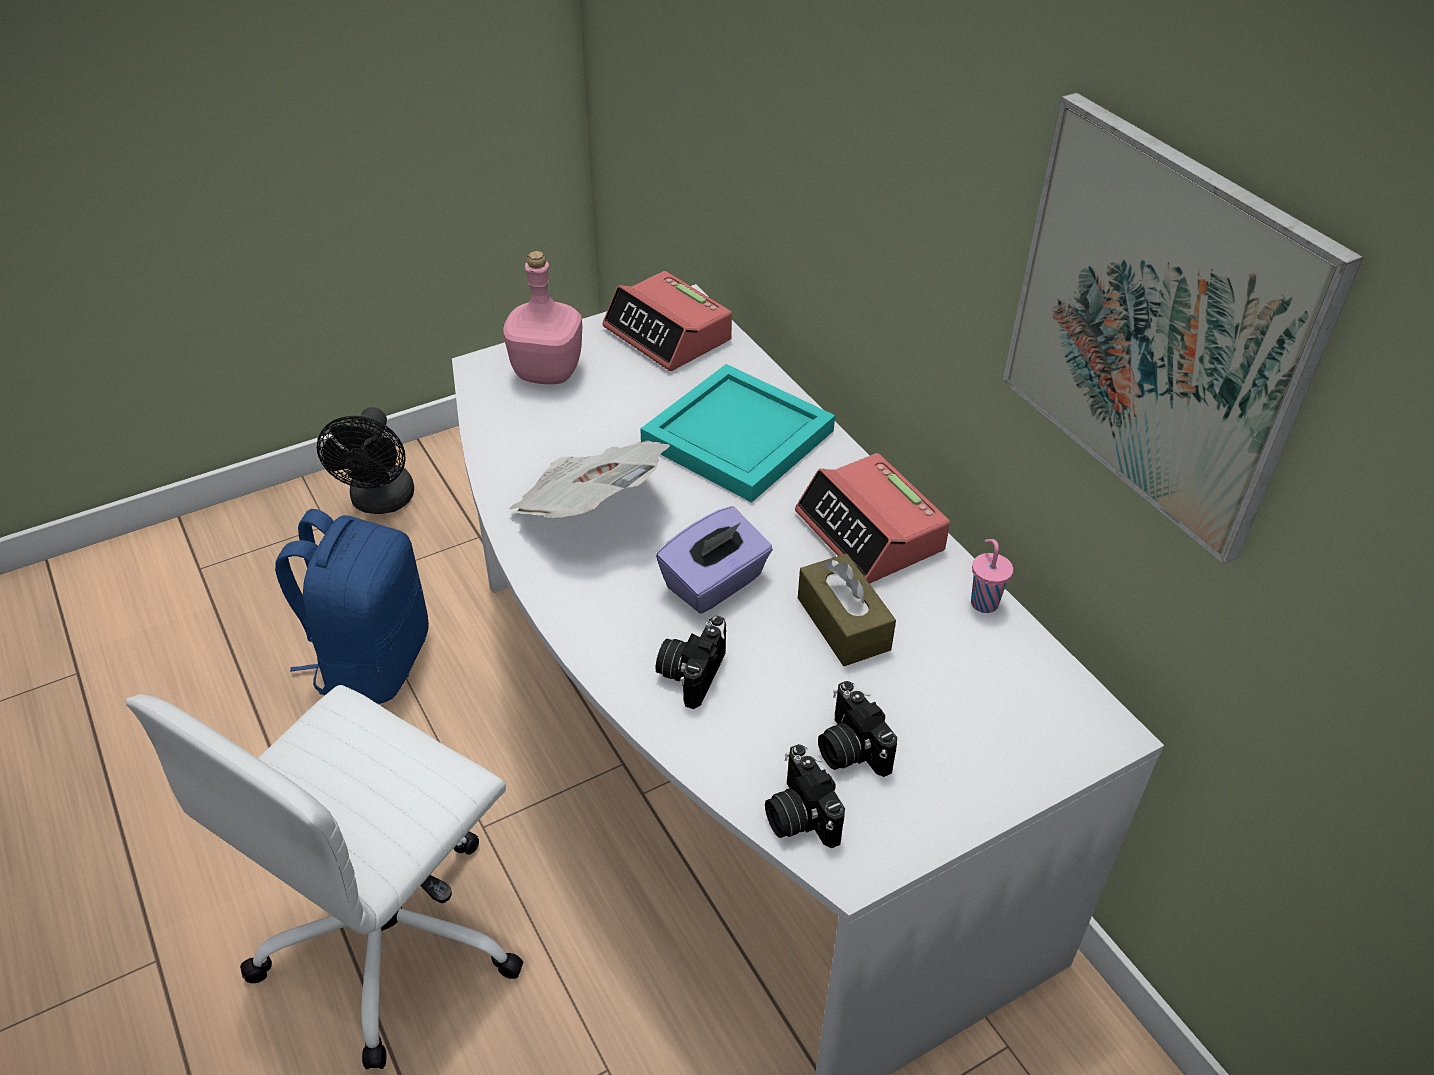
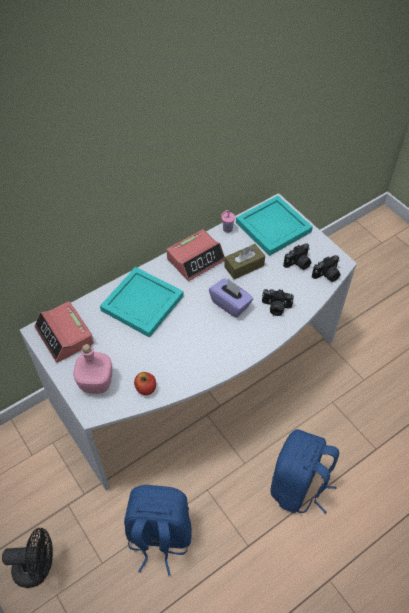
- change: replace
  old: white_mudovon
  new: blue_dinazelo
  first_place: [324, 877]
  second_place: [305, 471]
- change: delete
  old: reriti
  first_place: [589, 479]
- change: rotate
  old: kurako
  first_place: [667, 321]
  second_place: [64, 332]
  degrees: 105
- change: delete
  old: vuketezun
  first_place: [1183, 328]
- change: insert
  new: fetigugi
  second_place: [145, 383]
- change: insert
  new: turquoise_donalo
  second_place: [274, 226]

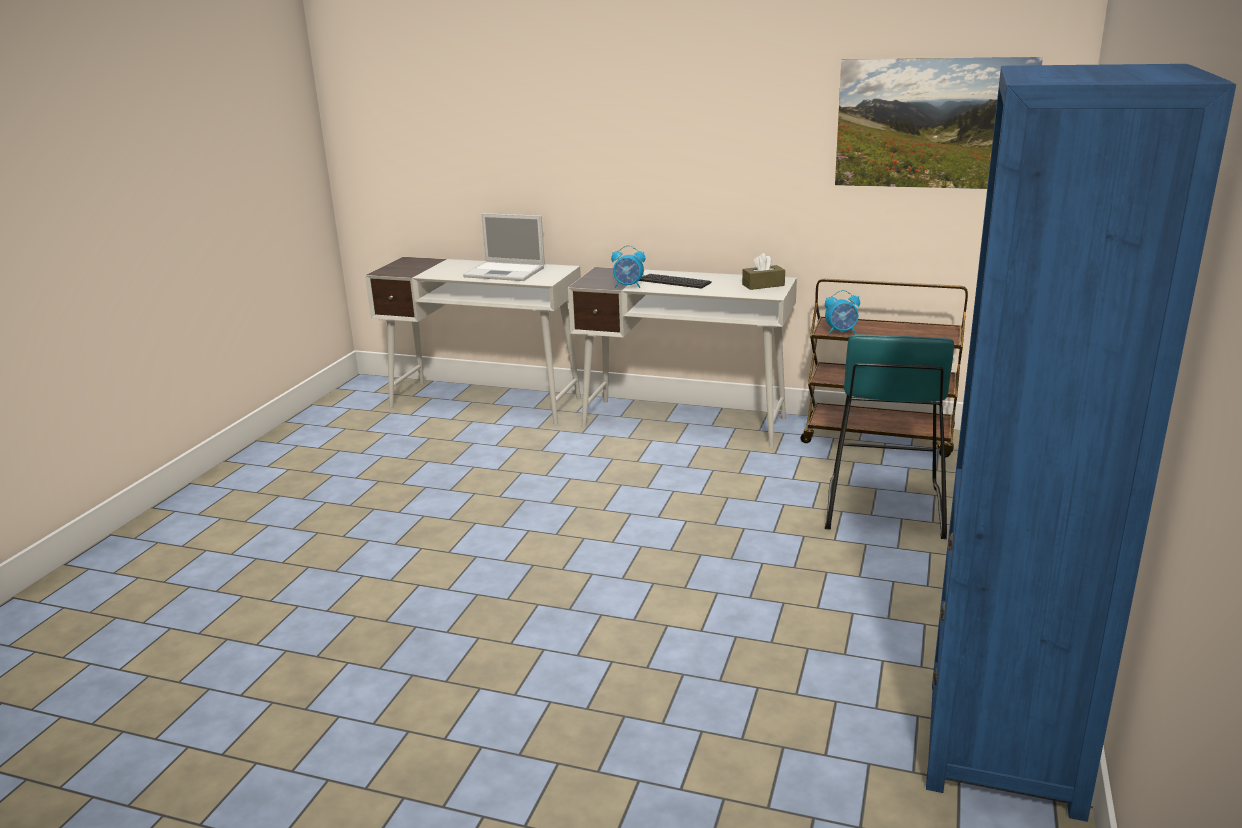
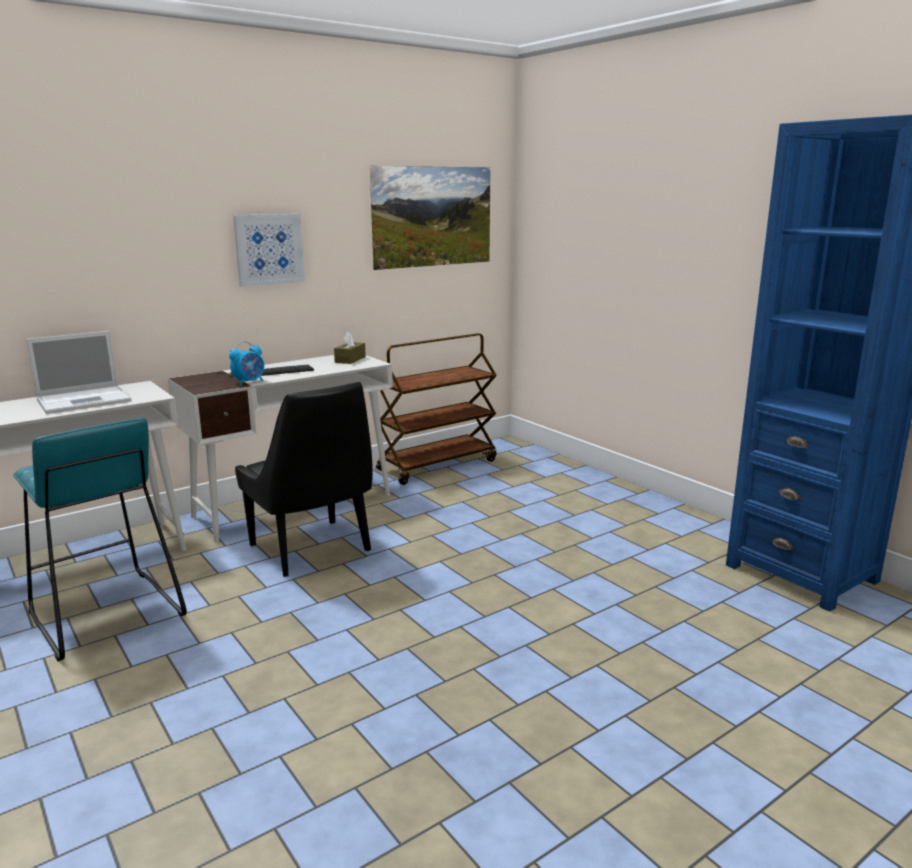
- change: delete
  old: kurako
  first_place: [842, 312]
- change: move
  old: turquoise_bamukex
  first_place: [889, 436]
  second_place: [100, 539]
- change: insert
  new: vuketezun
  second_place: [269, 250]
- change: insert
  new: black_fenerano
  second_place: [304, 479]

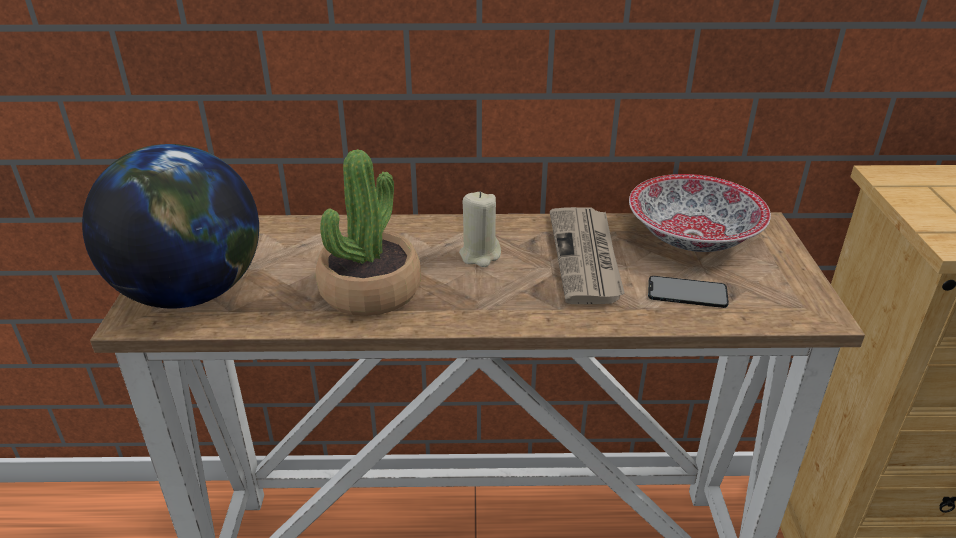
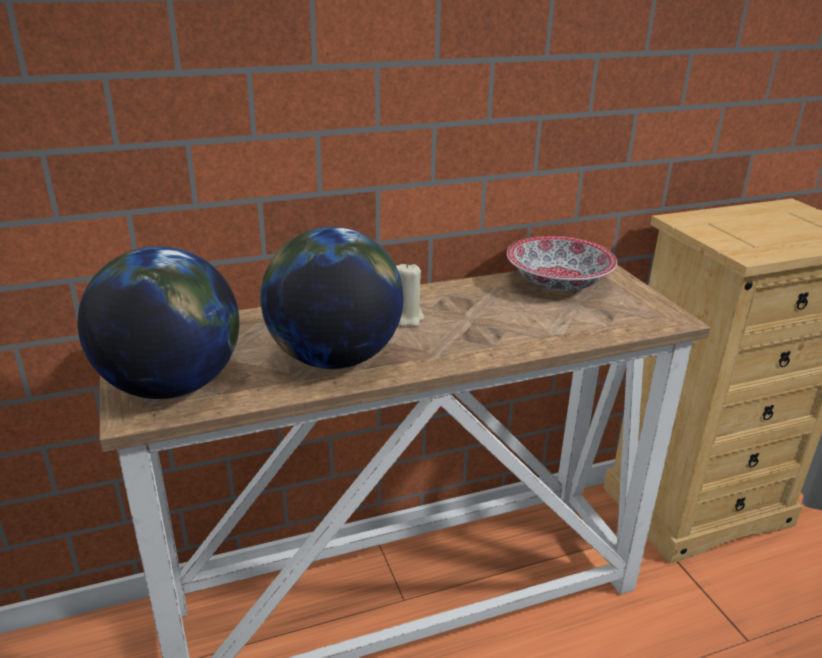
- change: replace
  old: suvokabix
  new: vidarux
  first_place: [368, 232]
  second_place: [331, 298]
- change: delete
  old: reriti
  first_place: [587, 255]
- change: delete
  old: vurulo
  first_place: [688, 292]

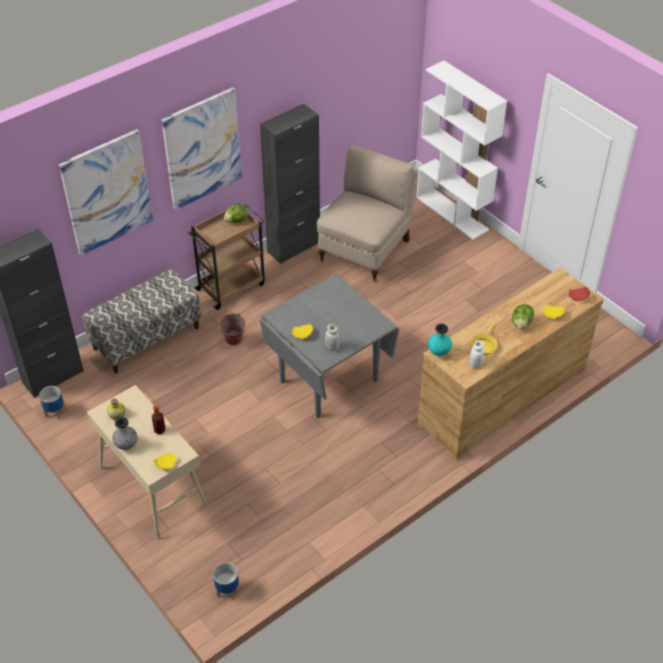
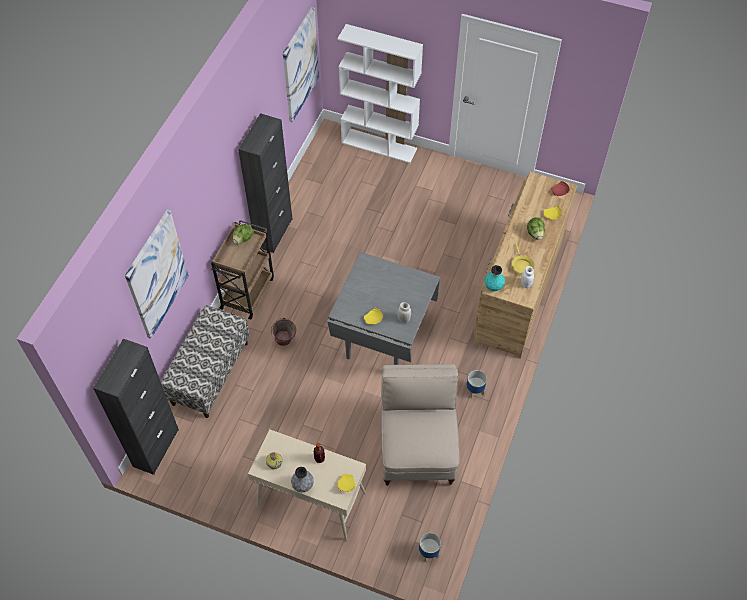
- change: move
  old: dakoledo
  first_place: [52, 403]
  second_place: [476, 384]
- change: move
  old: vuketezun
  first_place: [201, 148]
  second_place: [301, 65]
- change: move
  old: beige_fenerano
  first_place: [367, 214]
  second_place: [420, 425]

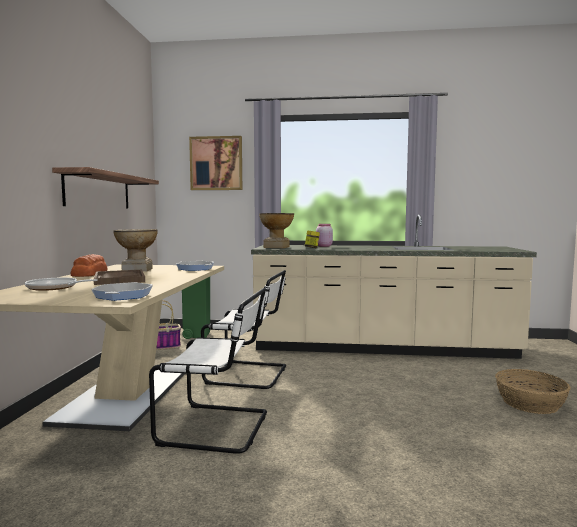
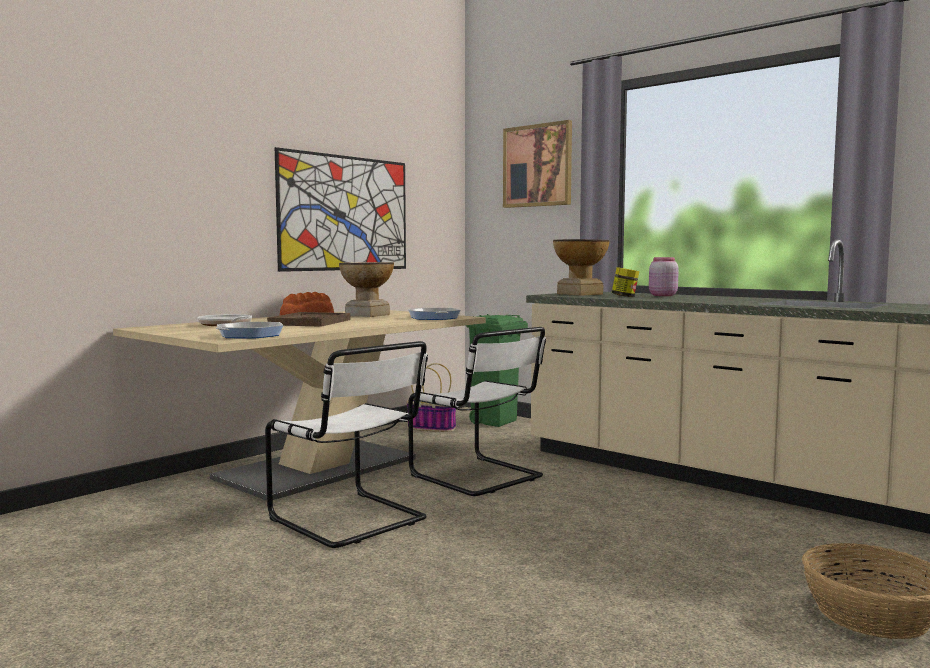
- change: replace
  old: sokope
  new: vuketezun
  first_place: [105, 187]
  second_place: [340, 209]

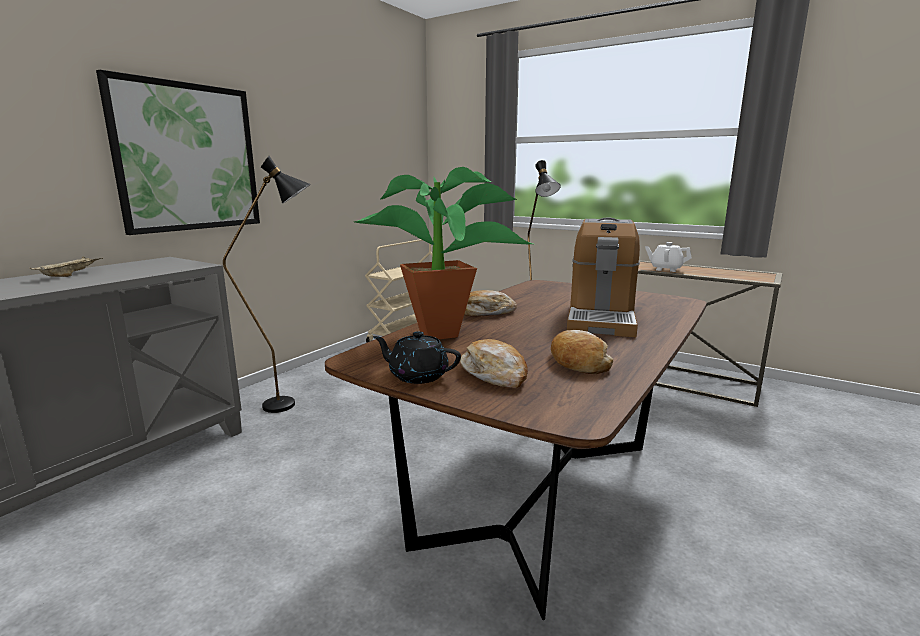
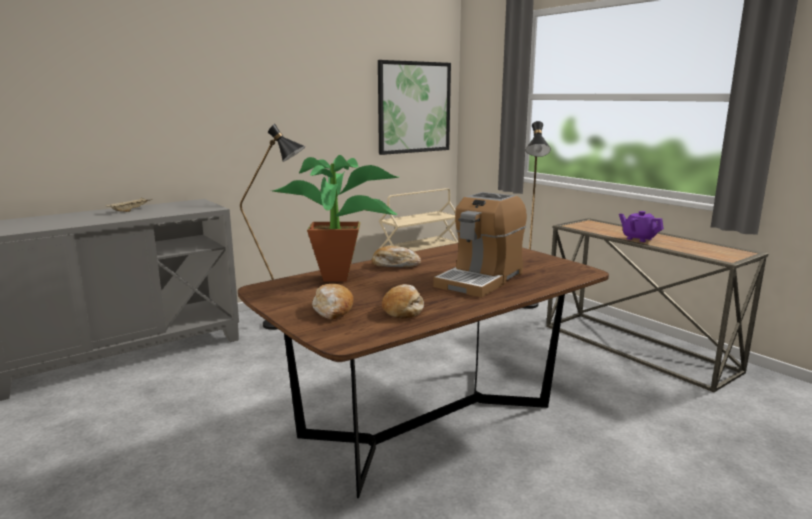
- change: move
  old: vuketezun
  first_place: [178, 152]
  second_place: [414, 107]
- change: delete
  old: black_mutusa
  first_place: [417, 357]
- change: recolor
  old: white_mutusa
  new: purple_mutusa
  first_place: [668, 257]
  second_place: [641, 226]

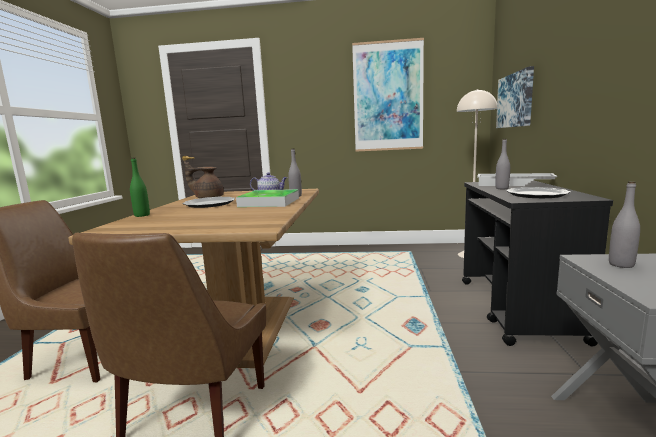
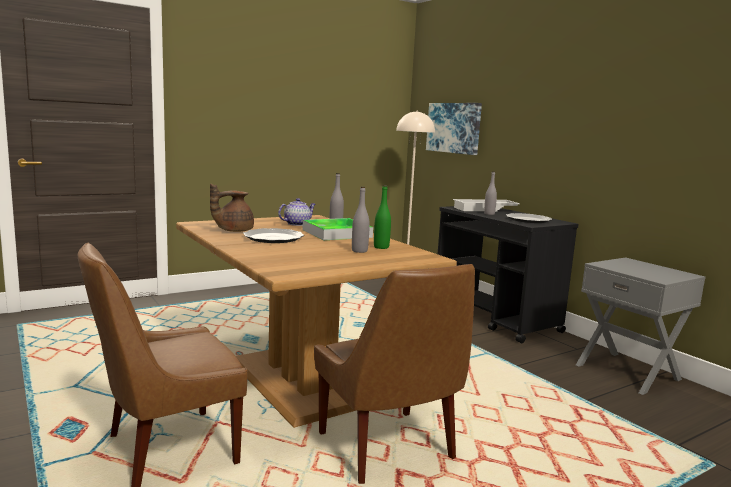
- change: move
  old: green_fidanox
  first_place: [140, 187]
  second_place: [382, 217]
- change: delete
  old: vuketezun
  first_place: [388, 94]
- change: move
  old: grey_fidanox
  first_place: [624, 224]
  second_place: [361, 219]

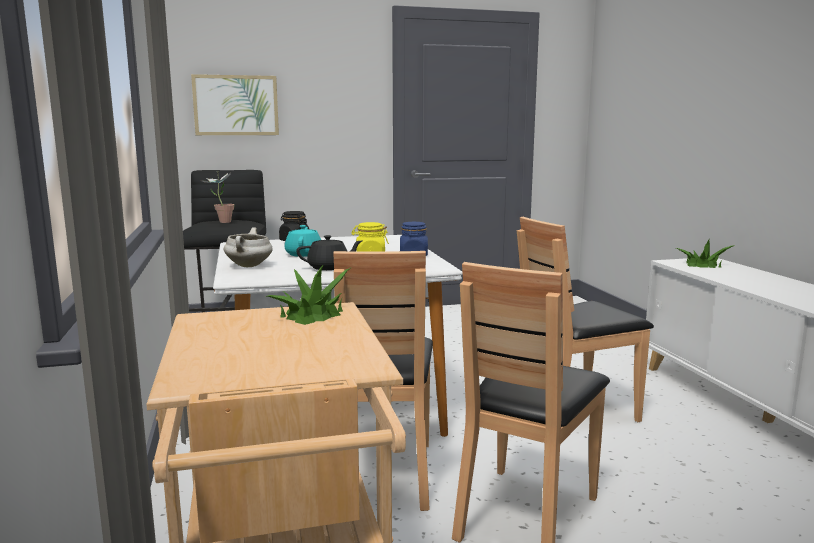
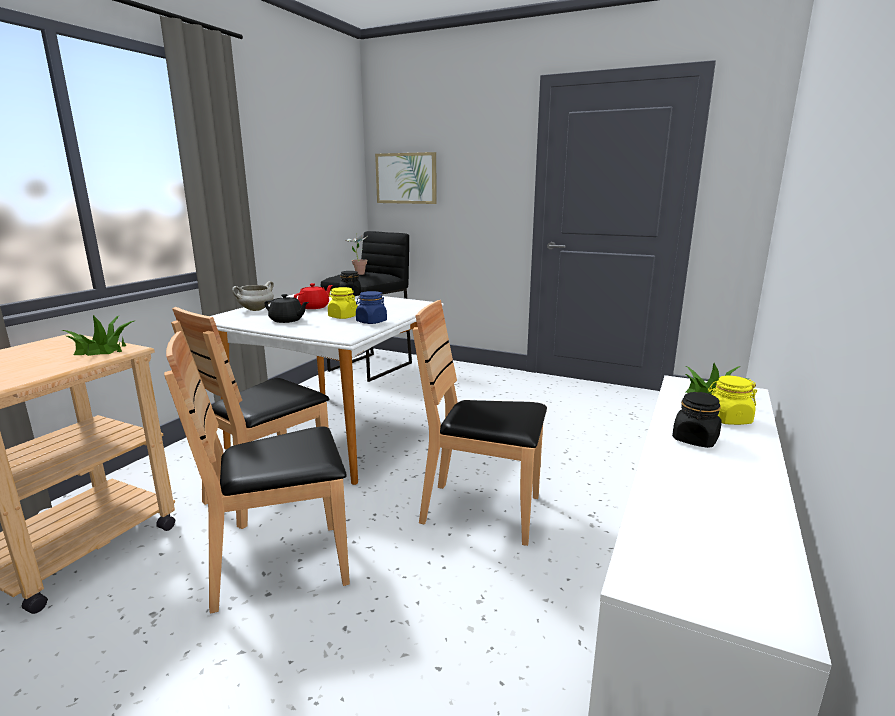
- change: recolor
  old: turquoise_mutusa
  new: red_mutusa
  first_place: [303, 241]
  second_place: [313, 296]
- change: insert
  new: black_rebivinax
  second_place: [697, 420]
- change: insert
  new: yellow_rebivinax
  second_place: [732, 400]

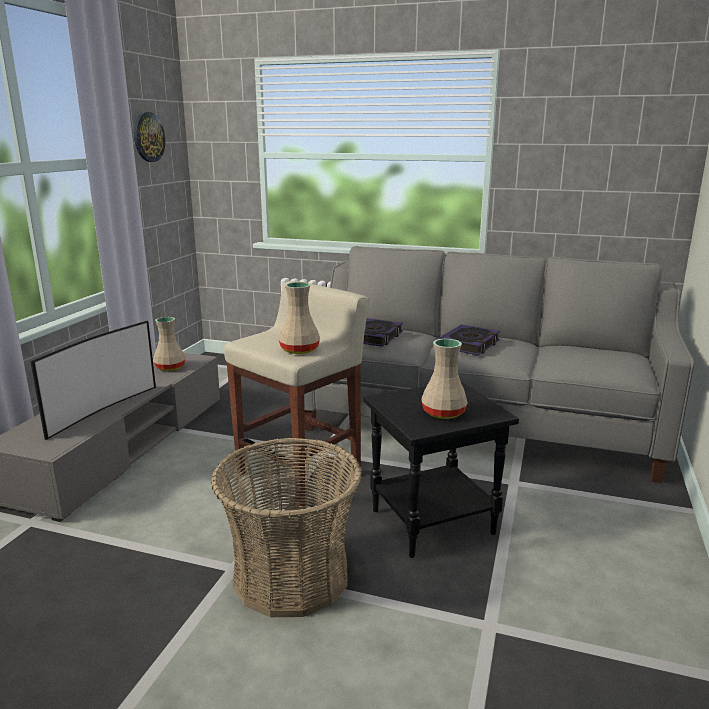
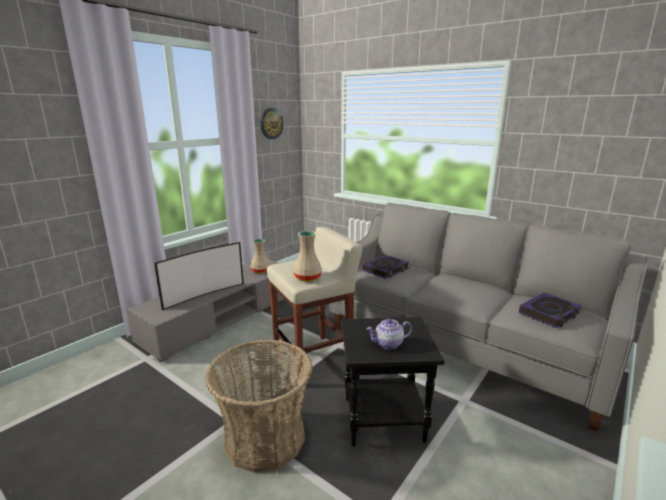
- change: replace
  old: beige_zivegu
  new: mutusa
  first_place: [444, 379]
  second_place: [389, 334]
- change: move
  old: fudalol
  first_place: [469, 339]
  second_place: [550, 310]

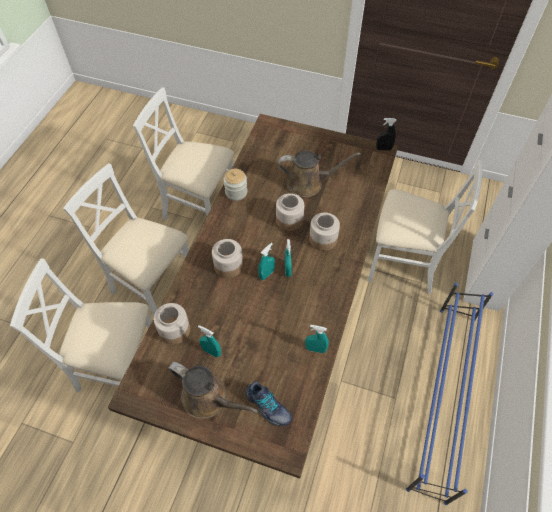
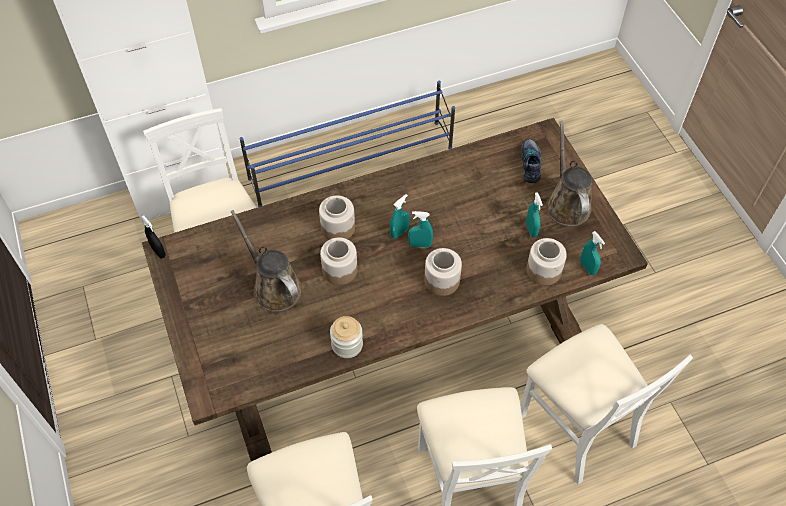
- change: move
  old: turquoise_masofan
  first_place: [317, 339]
  second_place: [592, 253]

